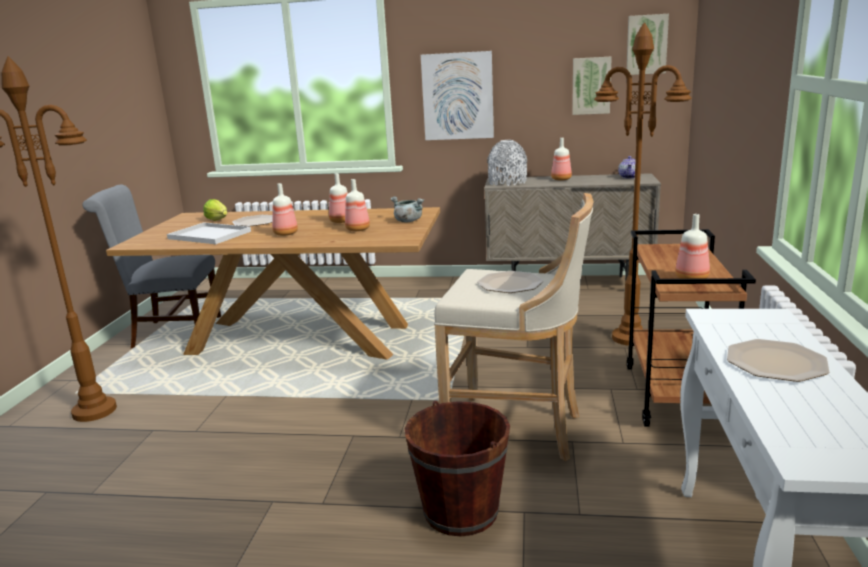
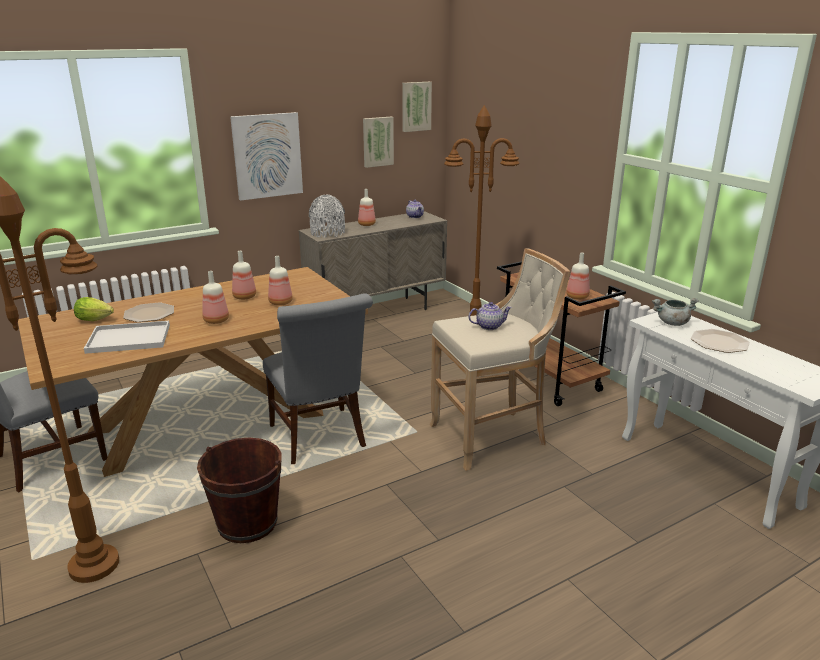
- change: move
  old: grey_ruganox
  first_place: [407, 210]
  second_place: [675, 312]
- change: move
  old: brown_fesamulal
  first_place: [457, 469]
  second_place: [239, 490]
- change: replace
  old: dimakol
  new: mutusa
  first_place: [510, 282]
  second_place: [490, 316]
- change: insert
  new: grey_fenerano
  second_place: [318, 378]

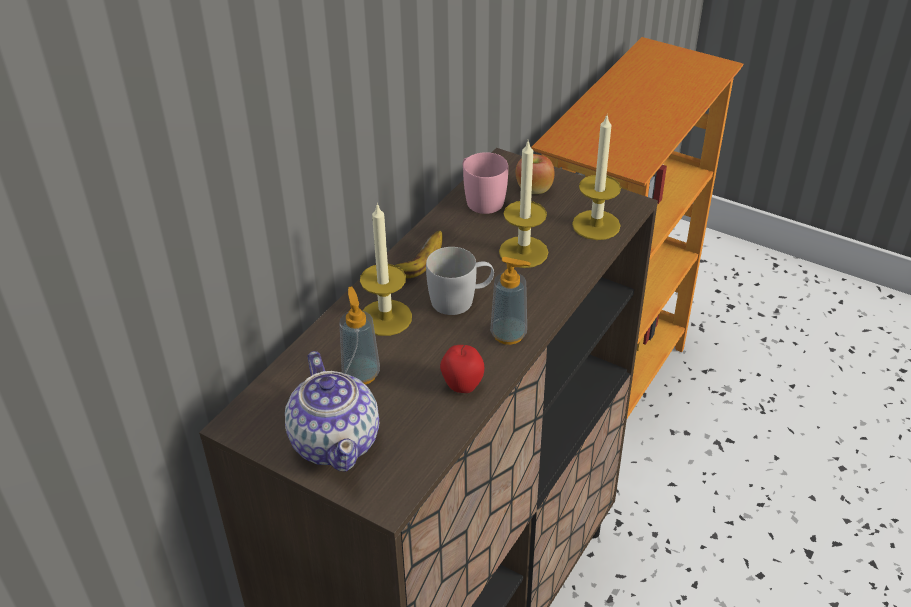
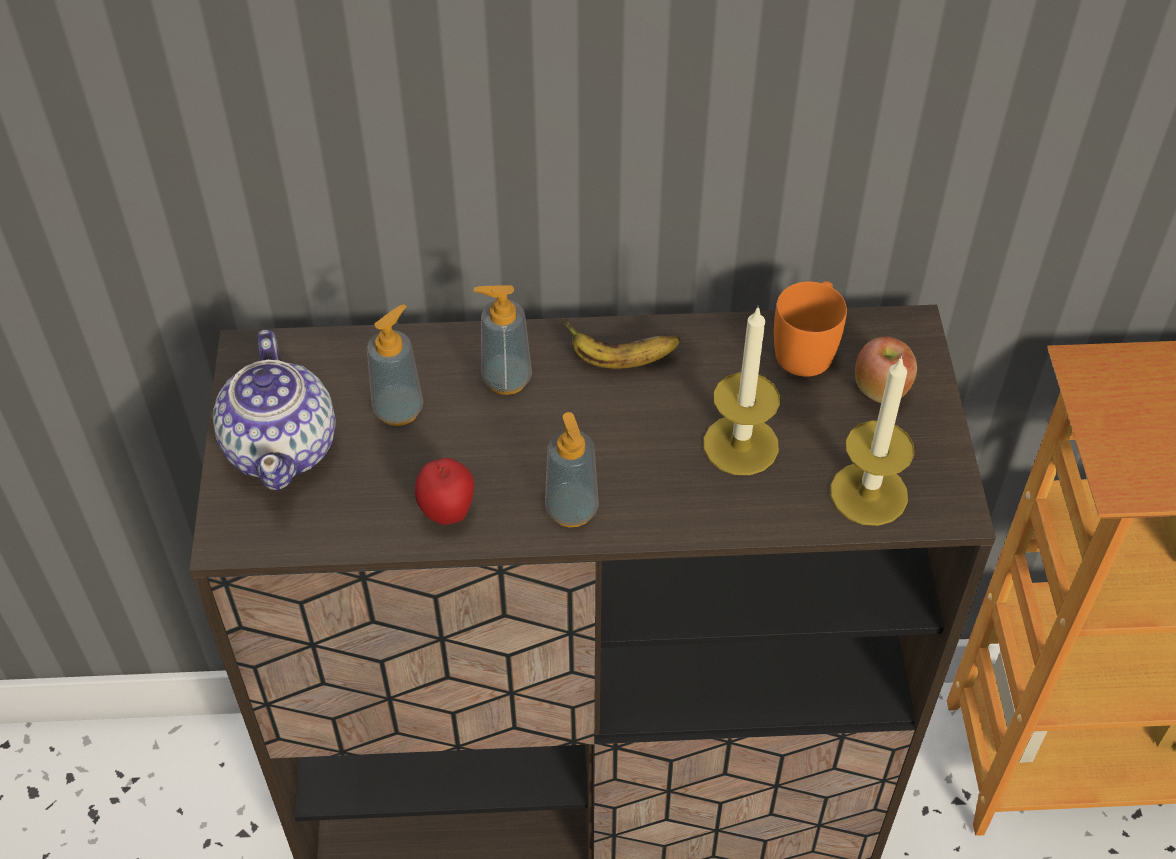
- change: rotate
  old: mutusa
  first_place: [332, 411]
  second_place: [274, 409]
  degrees: -45
- change: replace
  old: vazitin
  new: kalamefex
  first_place: [386, 269]
  second_place: [503, 340]
- change: delete
  old: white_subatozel
  first_place: [460, 281]
- change: recolor
  old: pink_subatozel
  new: orange_subatozel
  first_place: [485, 183]
  second_place: [810, 329]

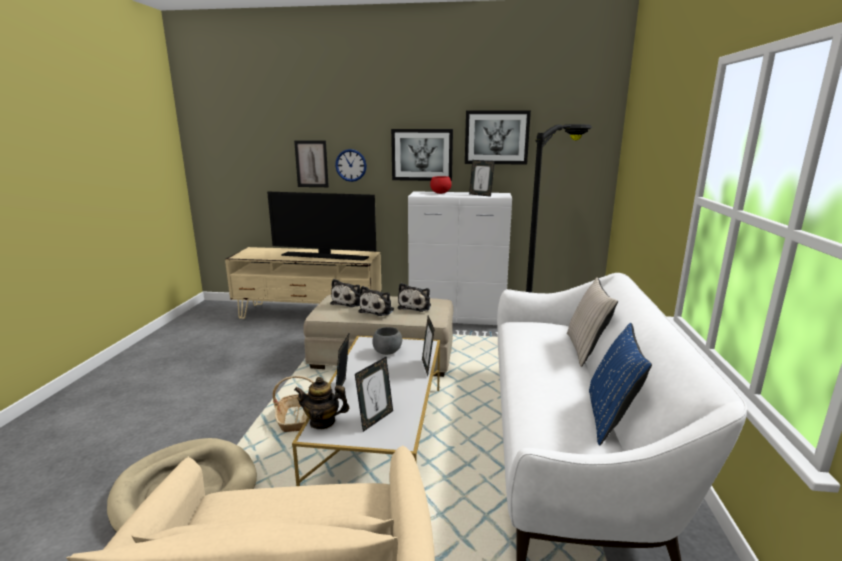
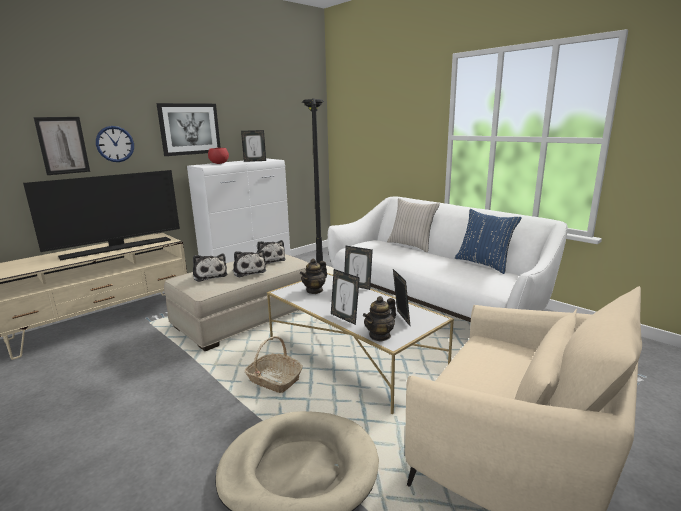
- change: replace
  old: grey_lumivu
  new: mutusa
  first_place: [387, 341]
  second_place: [313, 276]
- change: delete
  old: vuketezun
  first_place: [498, 137]

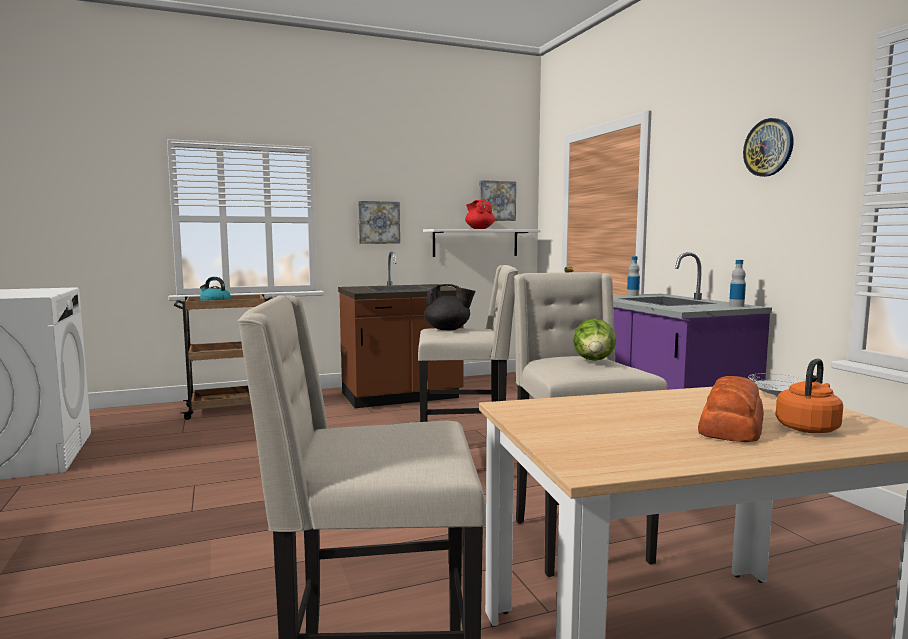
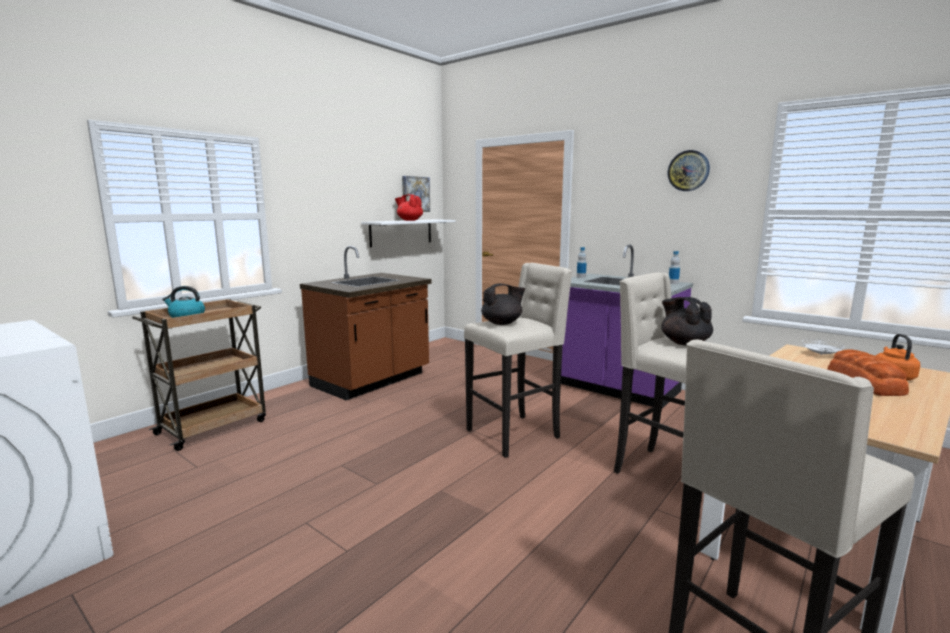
- change: delete
  old: vuketezun
  first_place: [379, 222]
- change: replace
  old: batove
  new: black_mutusa
  first_place: [594, 339]
  second_place: [687, 321]

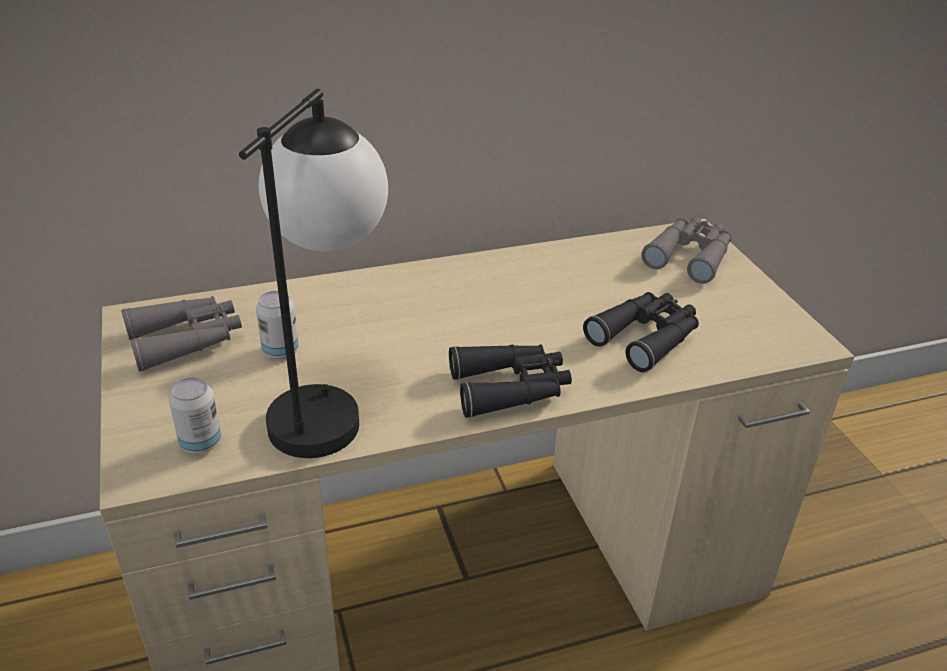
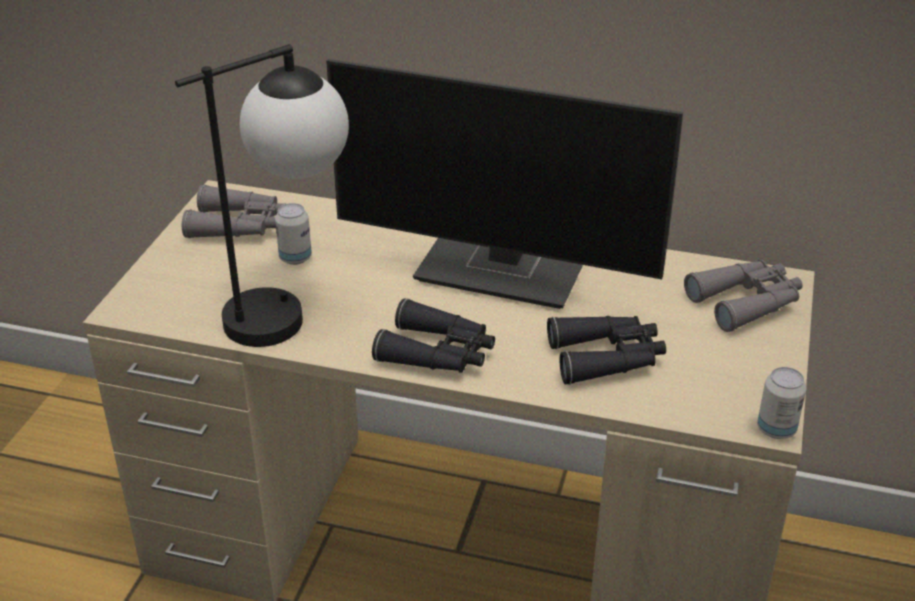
- change: move
  old: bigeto
  first_place: [195, 415]
  second_place: [781, 403]
- change: insert
  new: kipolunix
  second_place: [504, 184]

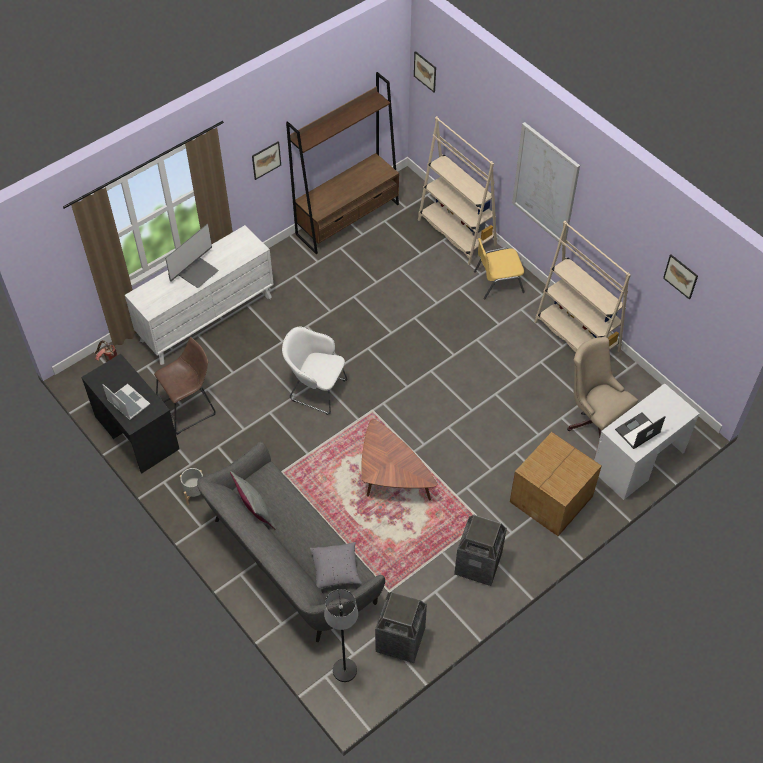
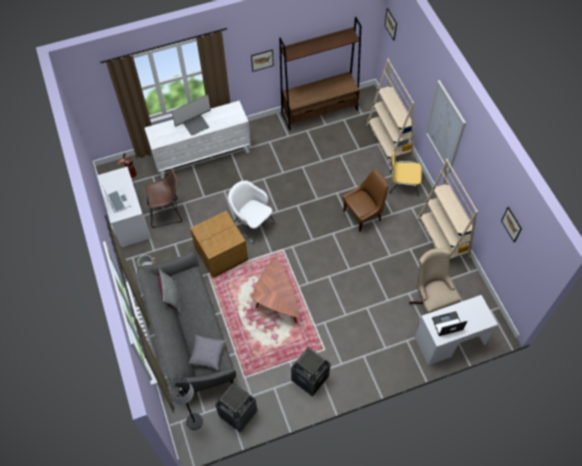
- change: recolor
  old: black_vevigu
  new: white_vevigu
  first_place: [130, 413]
  second_place: [124, 207]
- change: move
  old: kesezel
  first_place: [556, 484]
  second_place: [219, 244]
- change: insert
  new: brown_fenerano
  second_place: [365, 201]

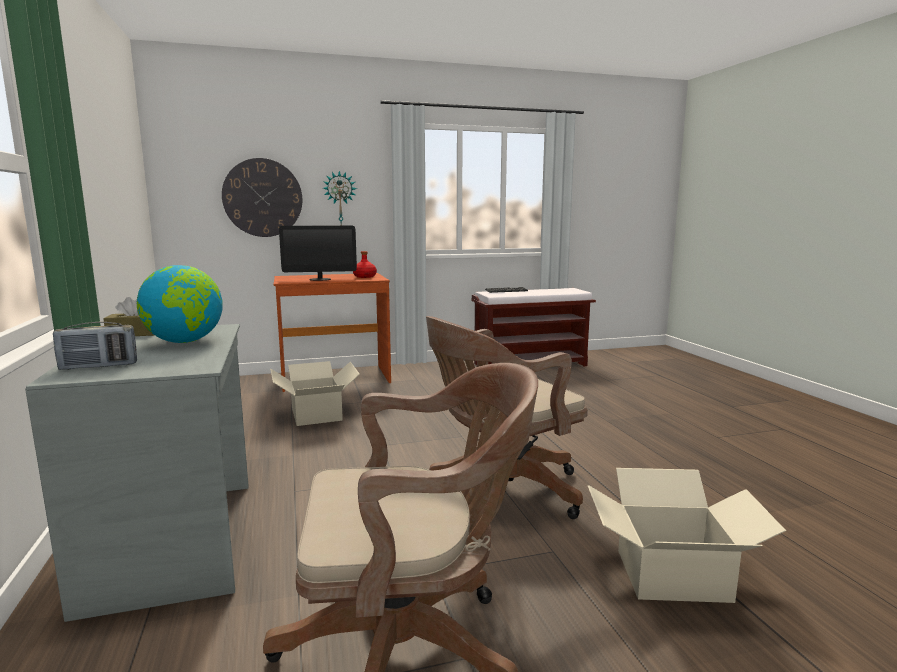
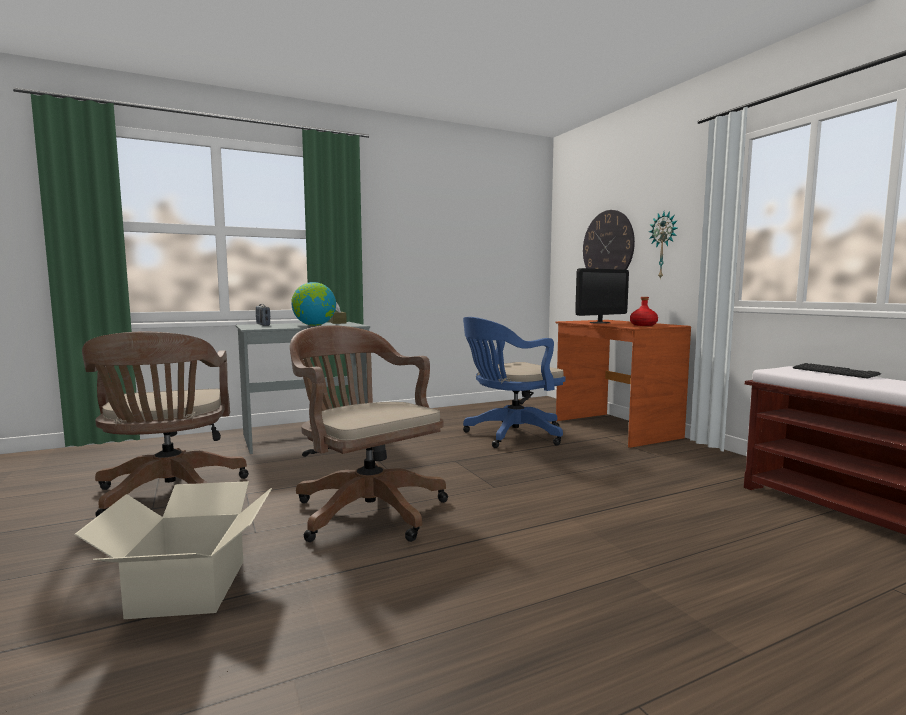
- change: replace
  old: kesezel
  new: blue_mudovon
  first_place: [315, 393]
  second_place: [514, 382]
- change: rotate
  old: kipolunix
  first_place: [318, 253]
  second_place: [602, 296]
  degrees: -105

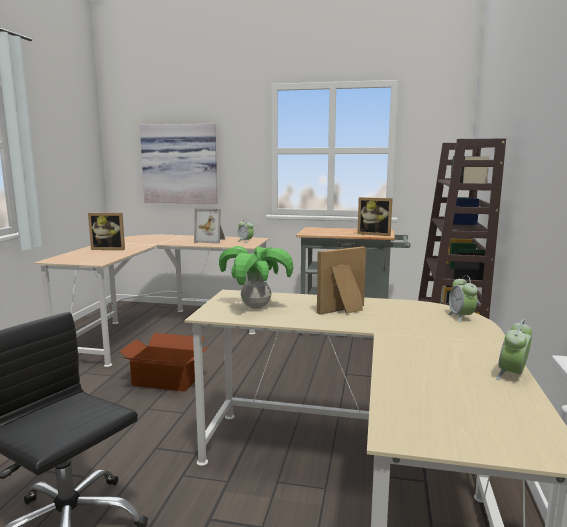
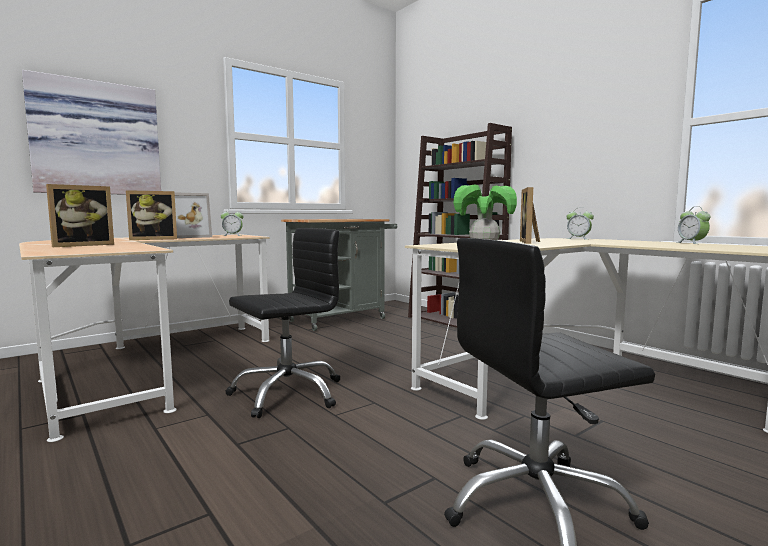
- change: replace
  old: kesezel
  new: black_mudovon
  first_place: [164, 362]
  second_place: [282, 323]
- change: move
  old: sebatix
  first_place: [375, 216]
  second_place: [151, 215]

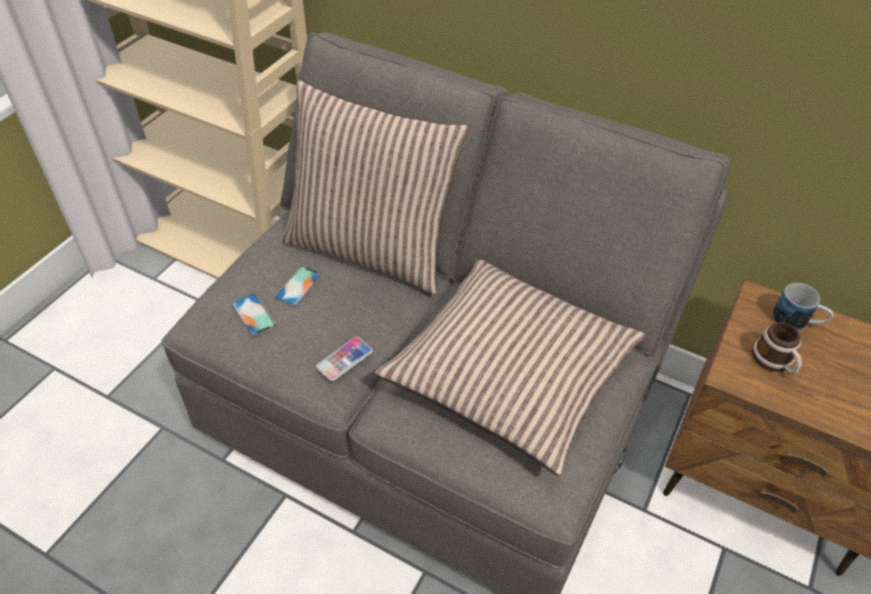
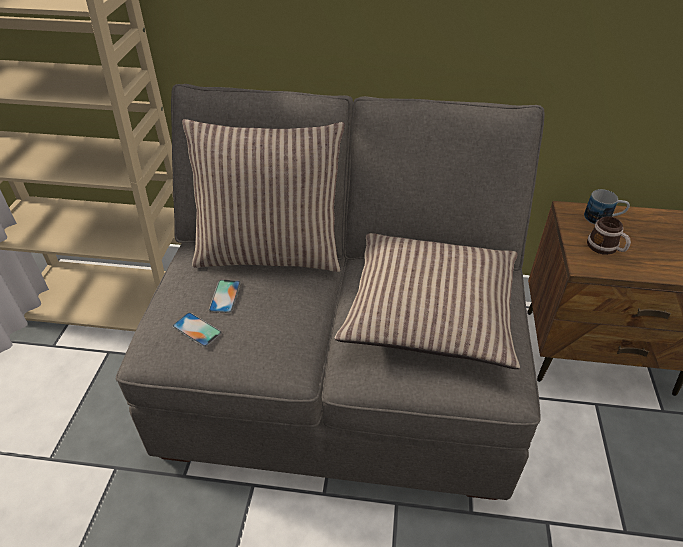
- change: delete
  old: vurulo
  first_place: [344, 359]

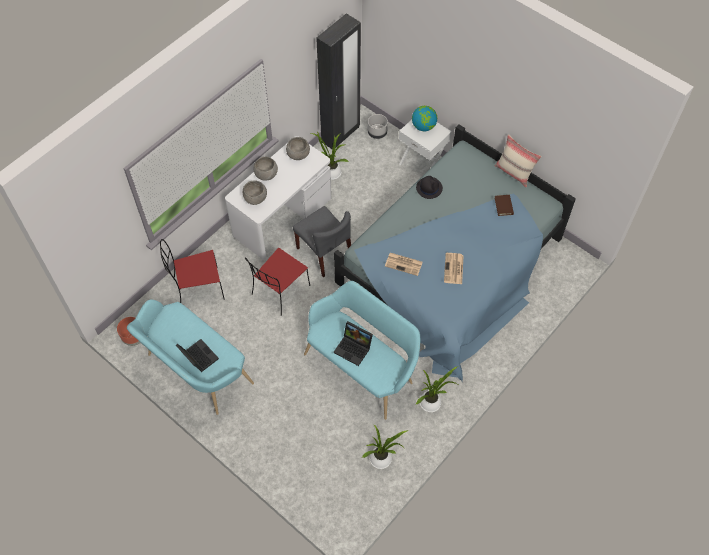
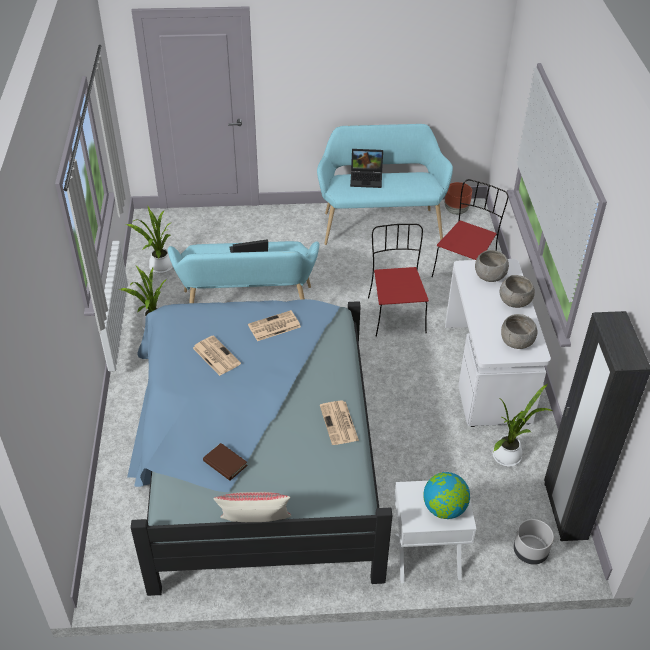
- change: delete
  old: grey_fenerano
  first_place: [322, 241]
- change: replace
  old: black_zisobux
  new: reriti
  first_place: [429, 187]
  second_place: [339, 422]

